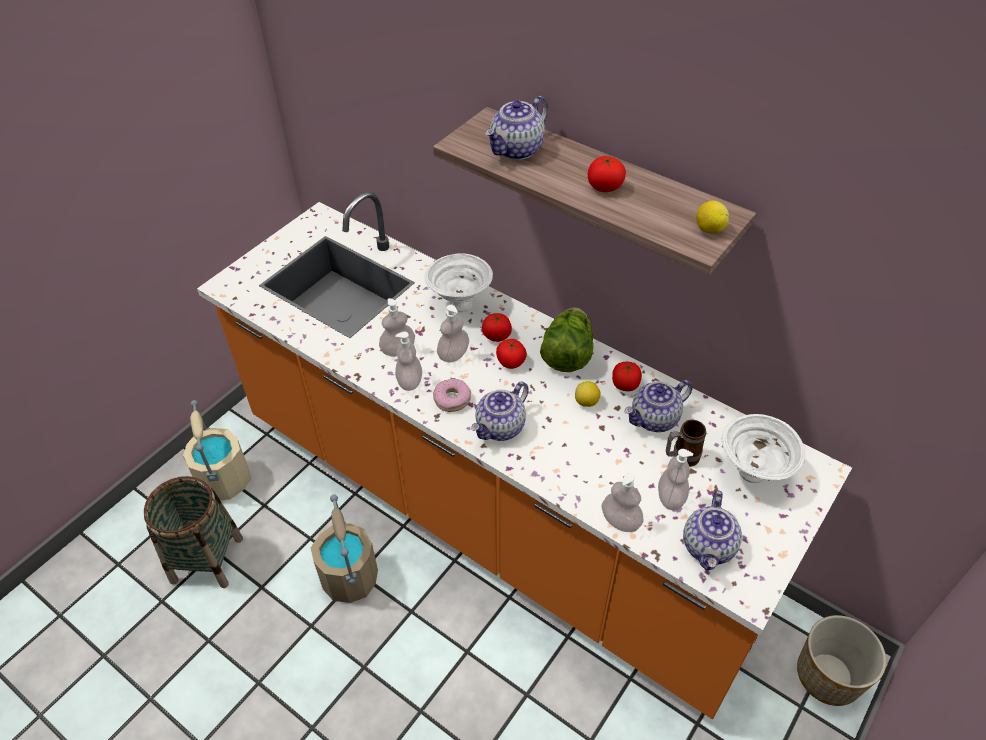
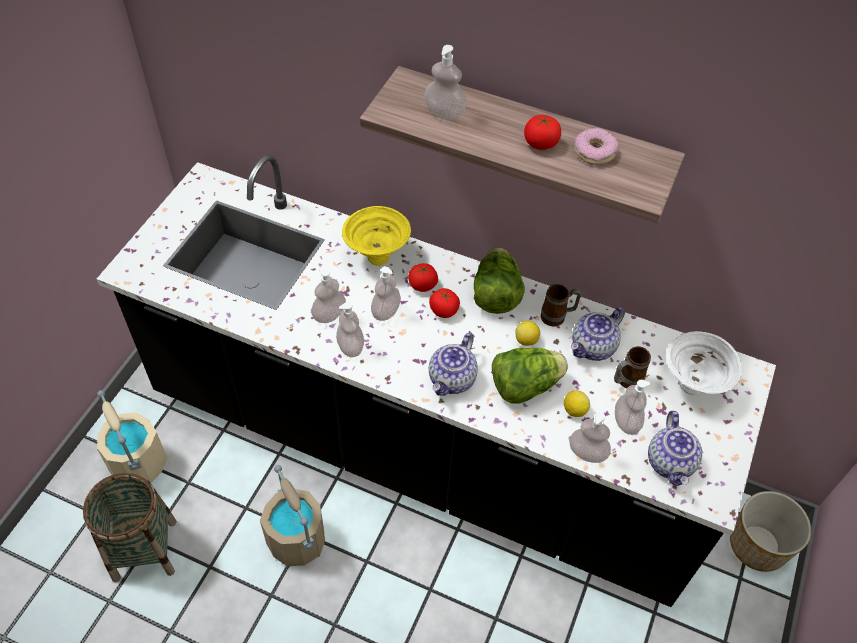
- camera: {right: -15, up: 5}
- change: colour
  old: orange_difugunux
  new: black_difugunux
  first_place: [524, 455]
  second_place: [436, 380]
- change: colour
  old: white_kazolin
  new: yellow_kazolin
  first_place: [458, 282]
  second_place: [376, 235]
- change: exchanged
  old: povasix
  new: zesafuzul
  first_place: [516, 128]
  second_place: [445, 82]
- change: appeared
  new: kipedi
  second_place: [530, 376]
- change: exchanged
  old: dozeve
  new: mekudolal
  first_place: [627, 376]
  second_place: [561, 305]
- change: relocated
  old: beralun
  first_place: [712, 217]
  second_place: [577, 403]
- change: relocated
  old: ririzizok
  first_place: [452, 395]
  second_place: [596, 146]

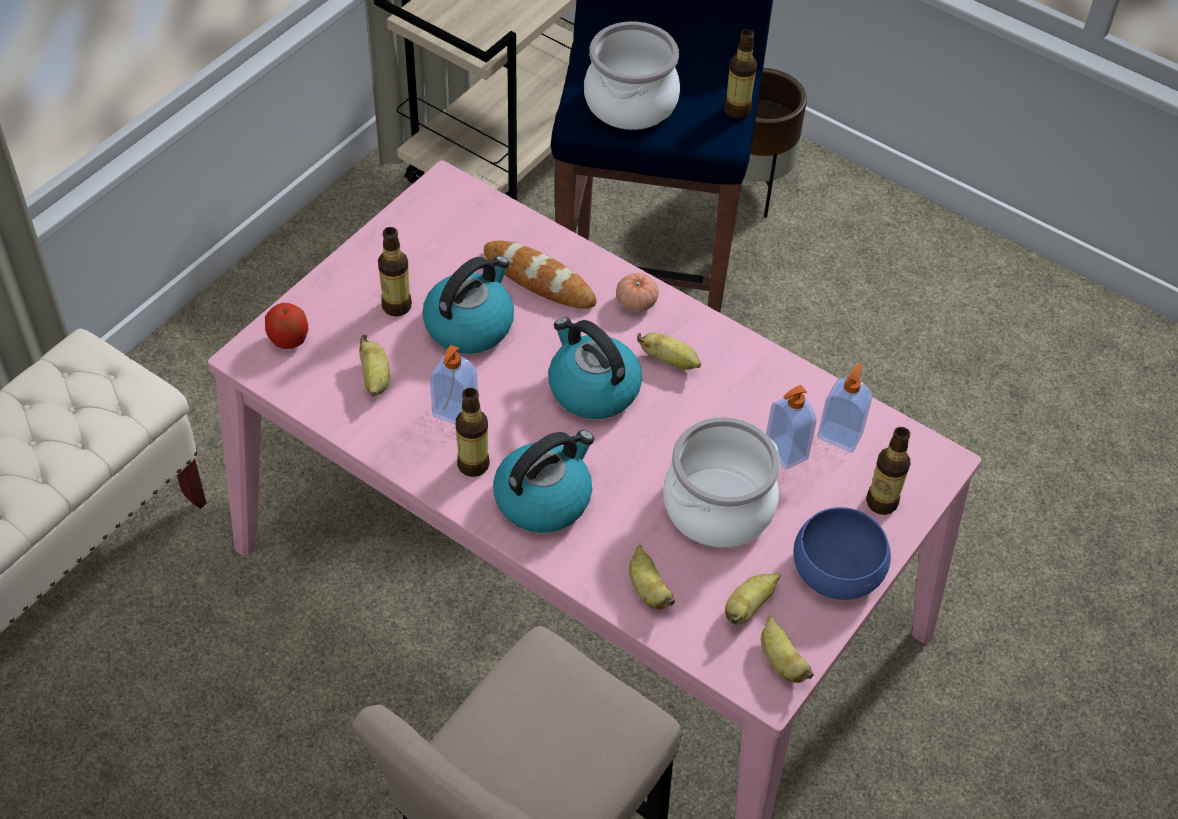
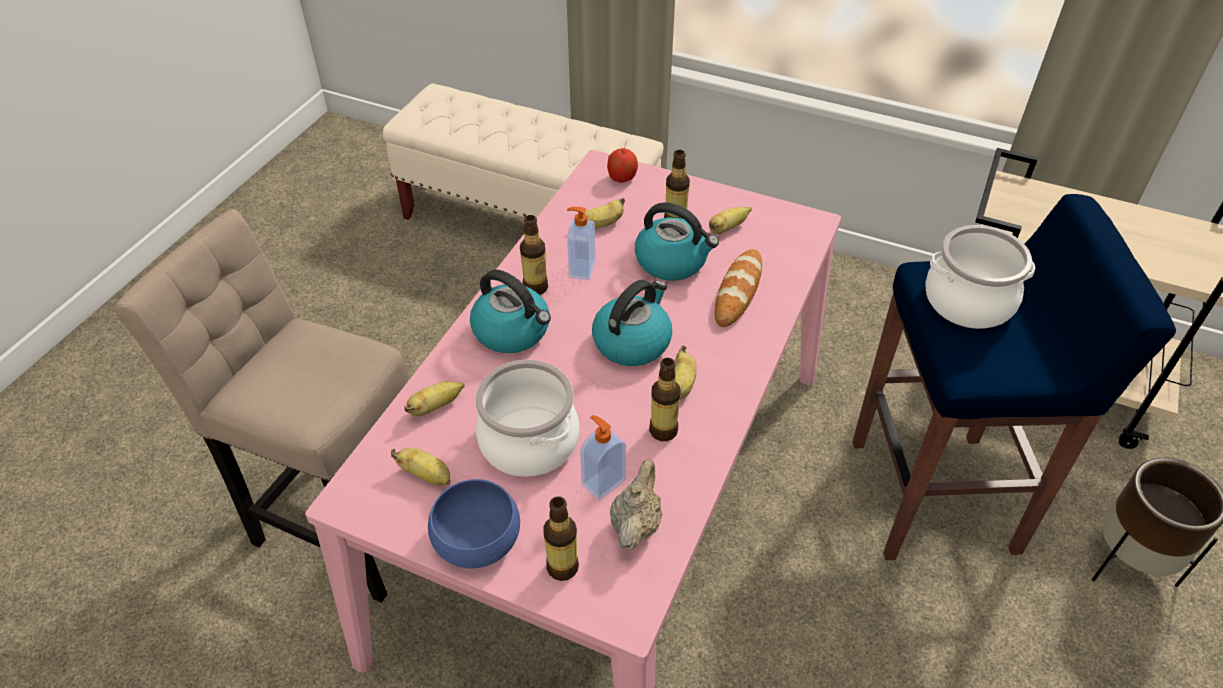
- camera: {right: 80, up: -5}
- change: exchanged
  old: zesafuzul
  new: beige_povasix
  first_place: [844, 407]
  second_place: [636, 504]
- change: relocated
  old: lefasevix
  first_place: [740, 73]
  second_place: [665, 399]
- change: relocated
  old: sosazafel
  first_place: [787, 649]
  second_place: [730, 220]
- change: missing
  old: dozeve
  first_place: [637, 292]

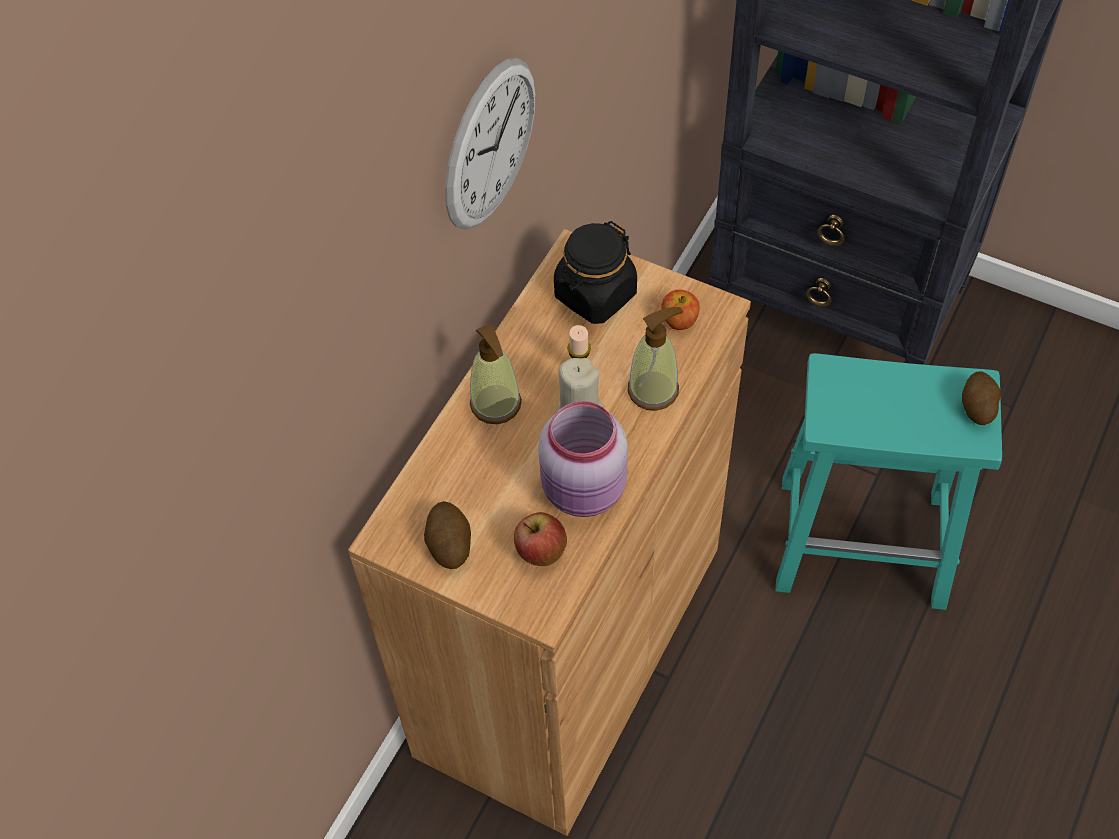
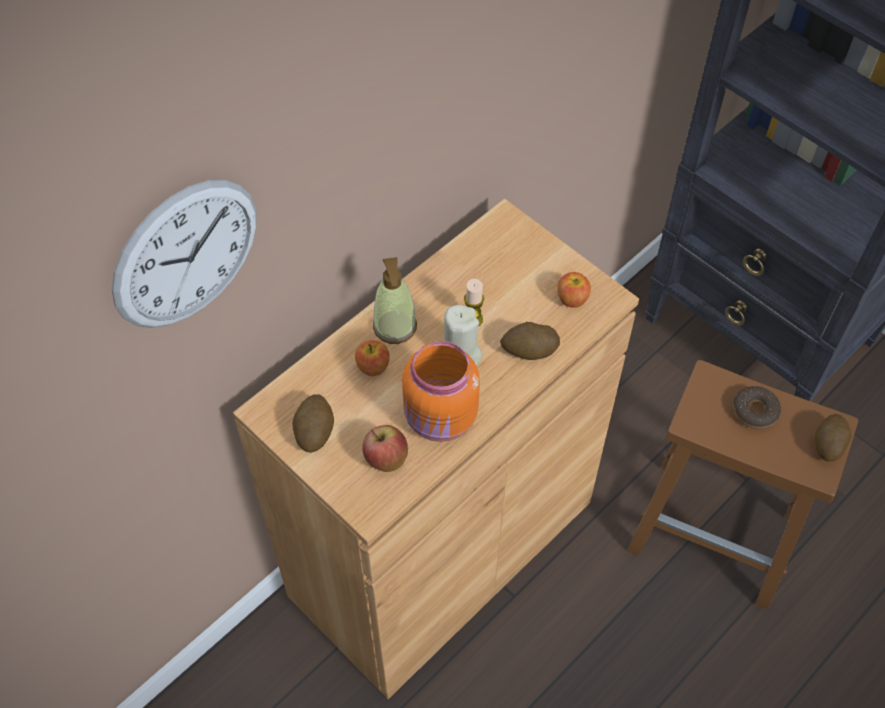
- camera: {right: 15, up: 0}
- change: relocated
  old: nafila
  first_place: [490, 144]
  second_place: [184, 254]
- change: appeared
  new: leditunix
  second_place: [372, 358]
- change: colour
  old: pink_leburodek
  new: orange_leburodek
  first_place: [583, 459]
  second_place: [441, 391]
- change: exchanged
  old: zesafuzul
  new: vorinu
  first_place: [655, 359]
  second_place: [530, 341]
- change: colour
  old: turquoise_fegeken
  new: brown_fegeken
  first_place: [888, 481]
  second_place: [742, 485]
- change: appeared
  new: ririzizok
  second_place: [757, 407]
- change: missing
  old: black_leburodek
  first_place: [595, 272]

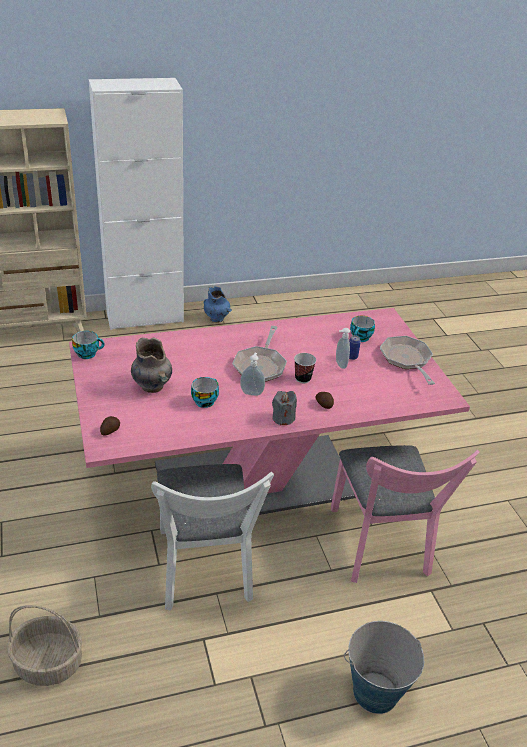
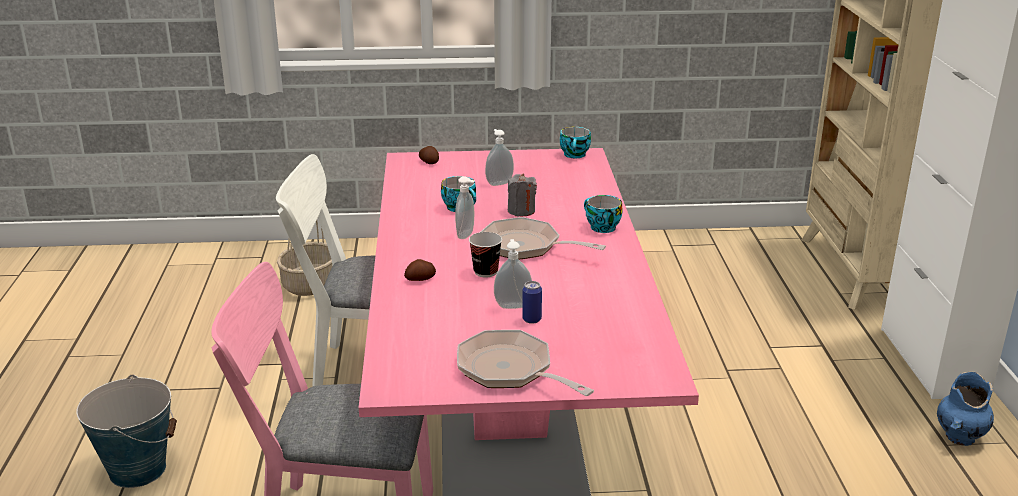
- camera: {right: 105, up: -10}
- change: spun
  old: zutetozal
  first_place: [407, 360]
  second_place: [525, 363]
  degrees: -135
- change: exchanged
  old: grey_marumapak
  new: zesafuzul
  first_place: [151, 365]
  second_place: [499, 157]
- change: relocated
  old: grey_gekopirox
  first_place: [284, 408]
  second_place: [522, 194]
- change: relocated
  old: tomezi
  first_place: [362, 329]
  second_place: [603, 214]

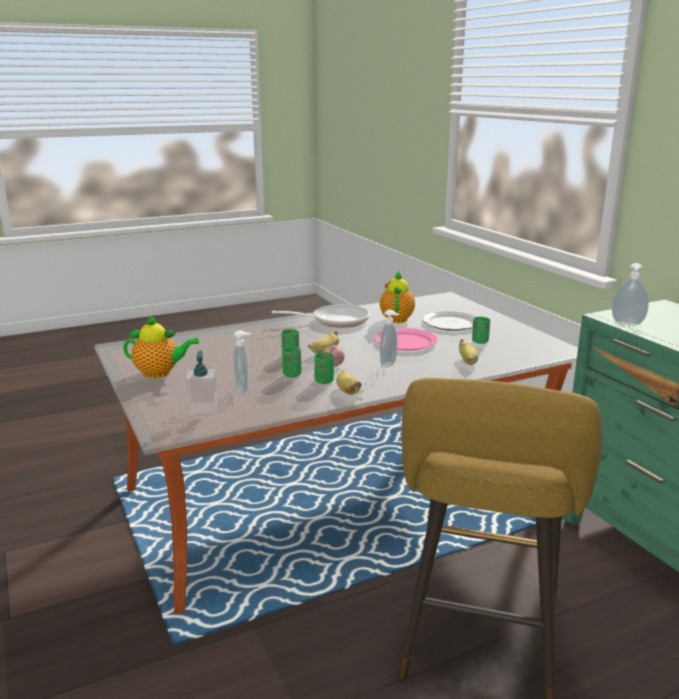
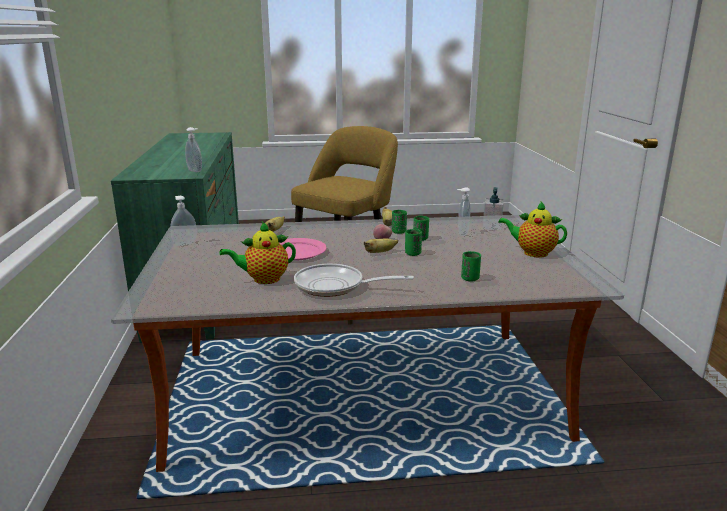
- camera: {right: -160, up: 0}
- change: relocated
  old: zesafuzul
  first_place: [389, 339]
  second_place: [183, 221]
- change: spun
  old: povasix
  first_place: [397, 297]
  second_place: [257, 253]
  degrees: 45
- change: relocated
  old: green_tomezi
  first_place: [481, 330]
  second_place: [471, 266]
- change: missing
  old: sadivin
  first_place: [448, 321]

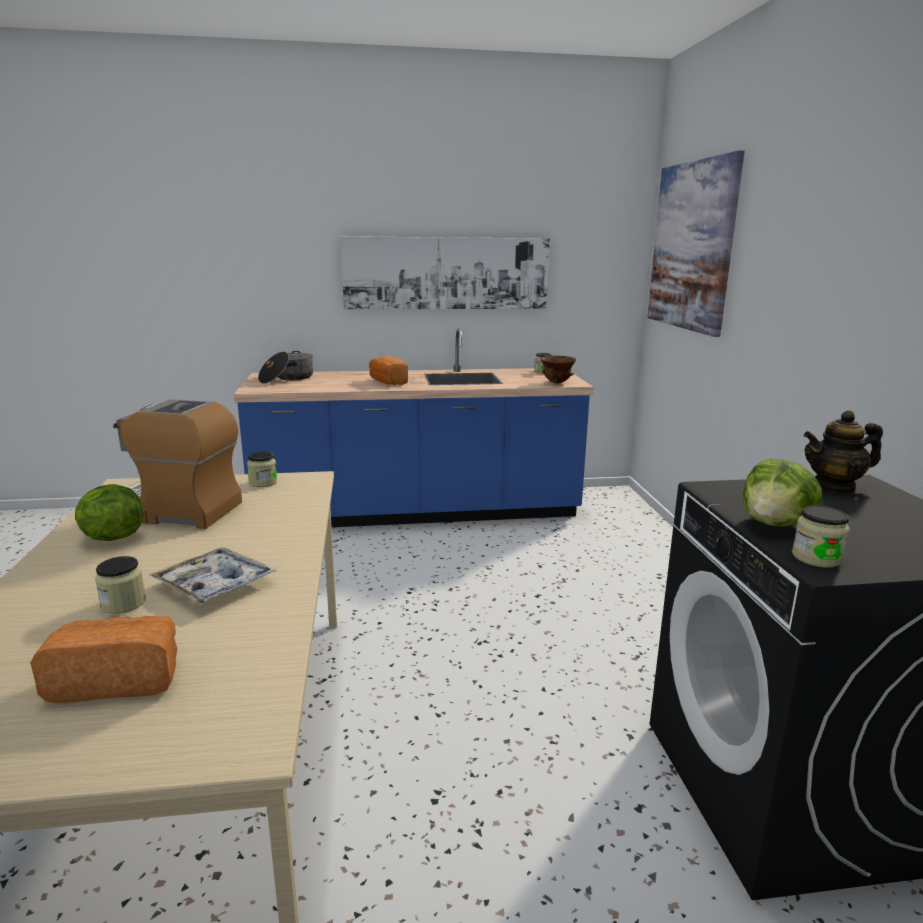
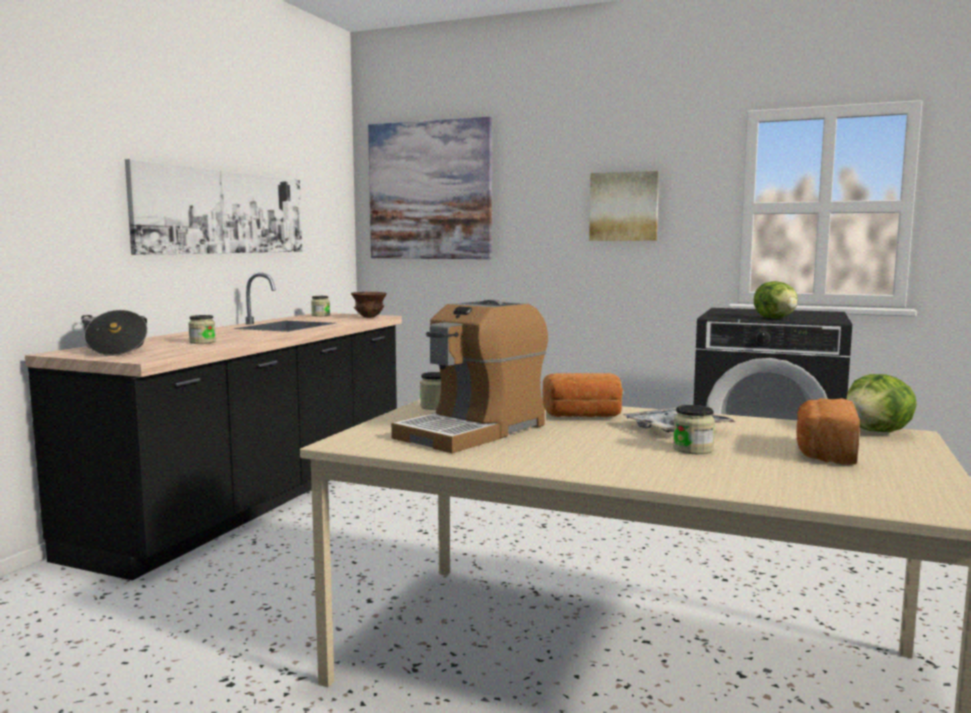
- camera: {right: -60, up: -10}
- change: colour
  old: blue_difugunux
  new: black_difugunux
  first_place: [414, 427]
  second_place: [213, 426]
- change: relocated
  old: leburodek
  first_place: [821, 536]
  second_place: [202, 329]
- change: relocated
  old: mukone
  first_place: [388, 370]
  second_place: [583, 395]
- change: appeared
  new: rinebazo
  second_place: [624, 206]
- change: relocated
  old: kipedi
  first_place: [109, 512]
  second_place: [881, 403]
- change: missing
  old: povasix
  first_place: [843, 452]

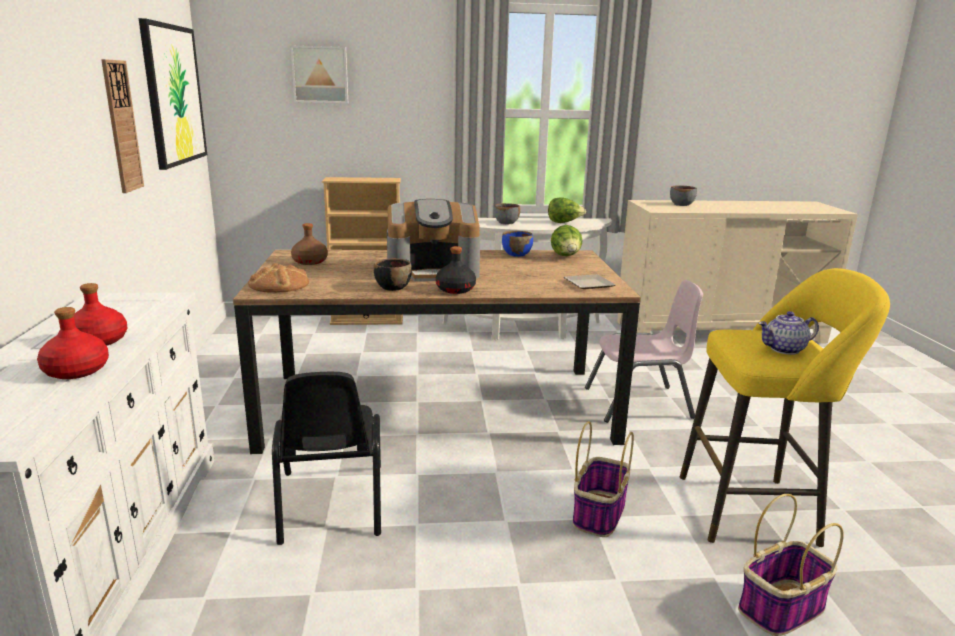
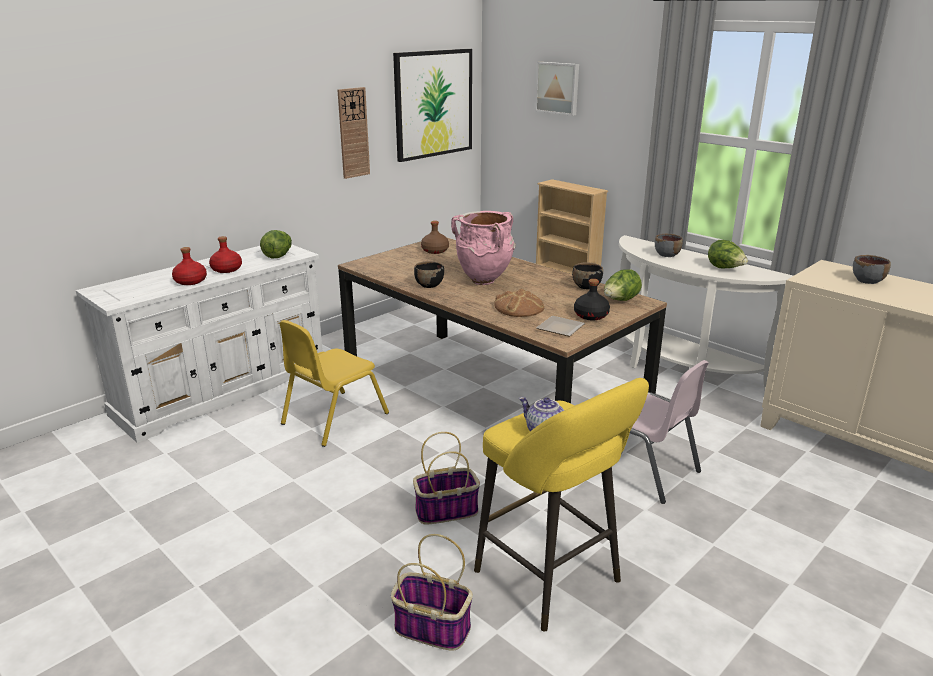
- camera: {right: 50, up: 5}
- change: appeared
  new: kipedi
  second_place: [276, 244]
- change: colour
  old: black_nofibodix
  new: yellow_nofibodix
  first_place: [326, 458]
  second_place: [334, 383]
- change: exchanged
  old: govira
  new: pink_marumapak
  first_place: [433, 240]
  second_place: [483, 248]
- change: relocated
  old: mukone
  first_place: [278, 278]
  second_place: [519, 303]
- change: colour
  old: blue_kazolin
  new: black_kazolin
  first_place: [517, 244]
  second_place: [587, 275]
- change: relocated
  old: black_lefasevix
  first_place: [456, 270]
  second_place: [592, 299]

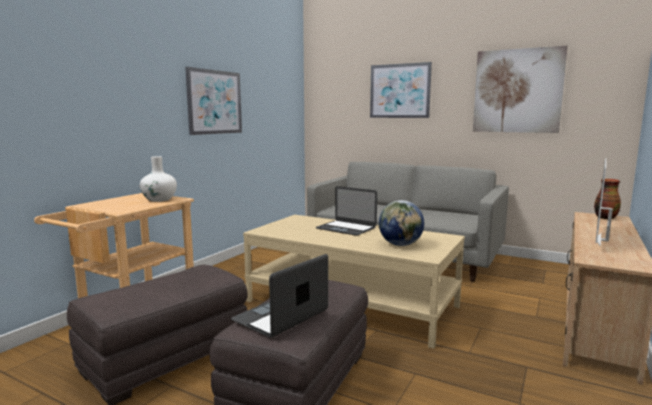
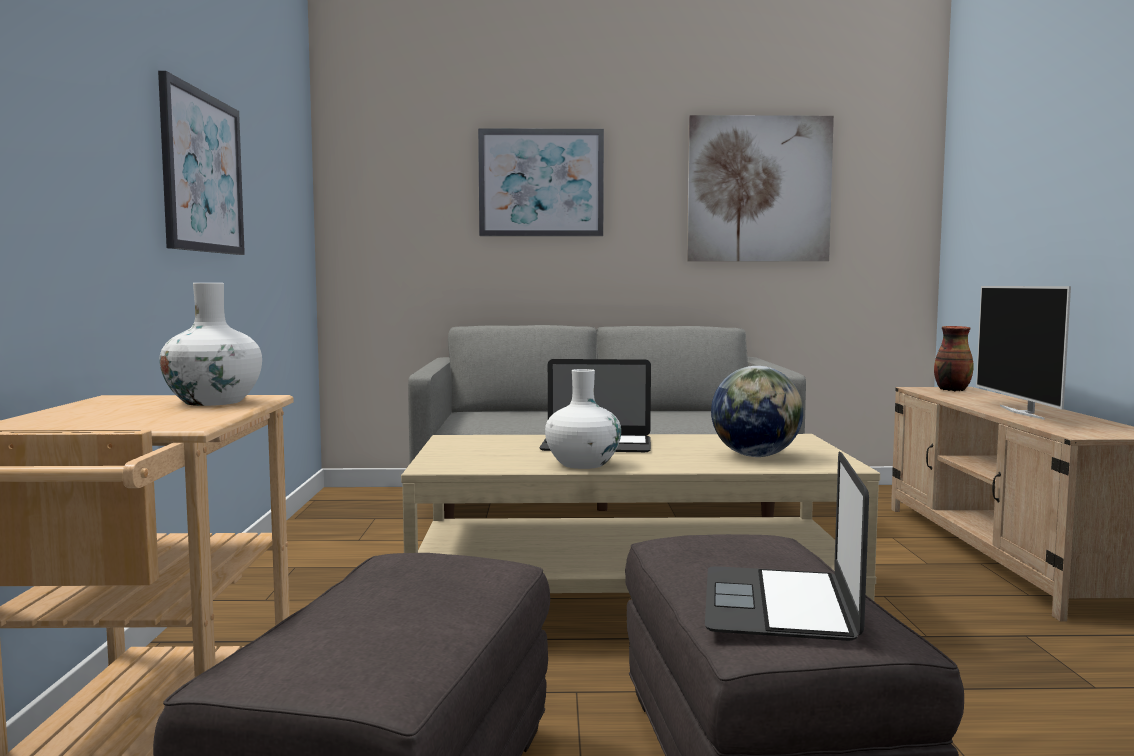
- camera: {right: -30, up: -5}
- change: appeared
  new: white_marumapak
  second_place: [583, 419]

